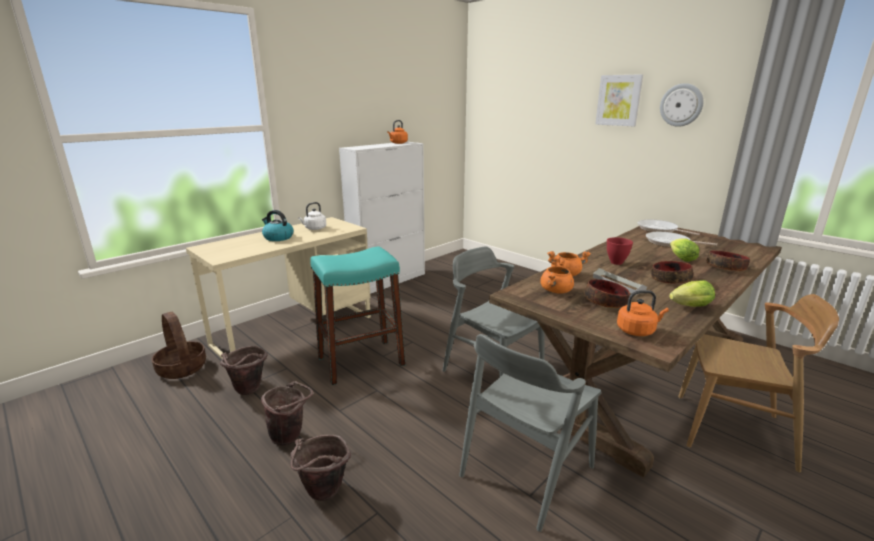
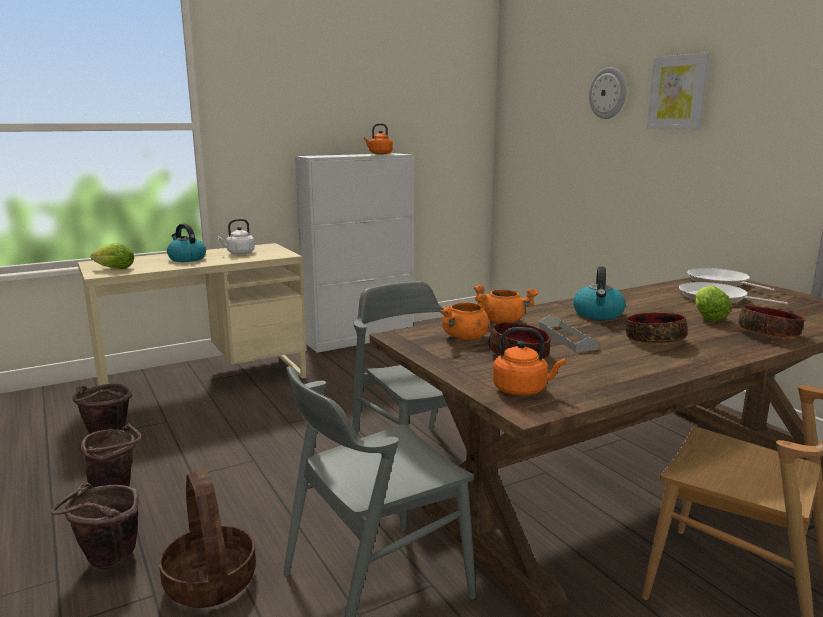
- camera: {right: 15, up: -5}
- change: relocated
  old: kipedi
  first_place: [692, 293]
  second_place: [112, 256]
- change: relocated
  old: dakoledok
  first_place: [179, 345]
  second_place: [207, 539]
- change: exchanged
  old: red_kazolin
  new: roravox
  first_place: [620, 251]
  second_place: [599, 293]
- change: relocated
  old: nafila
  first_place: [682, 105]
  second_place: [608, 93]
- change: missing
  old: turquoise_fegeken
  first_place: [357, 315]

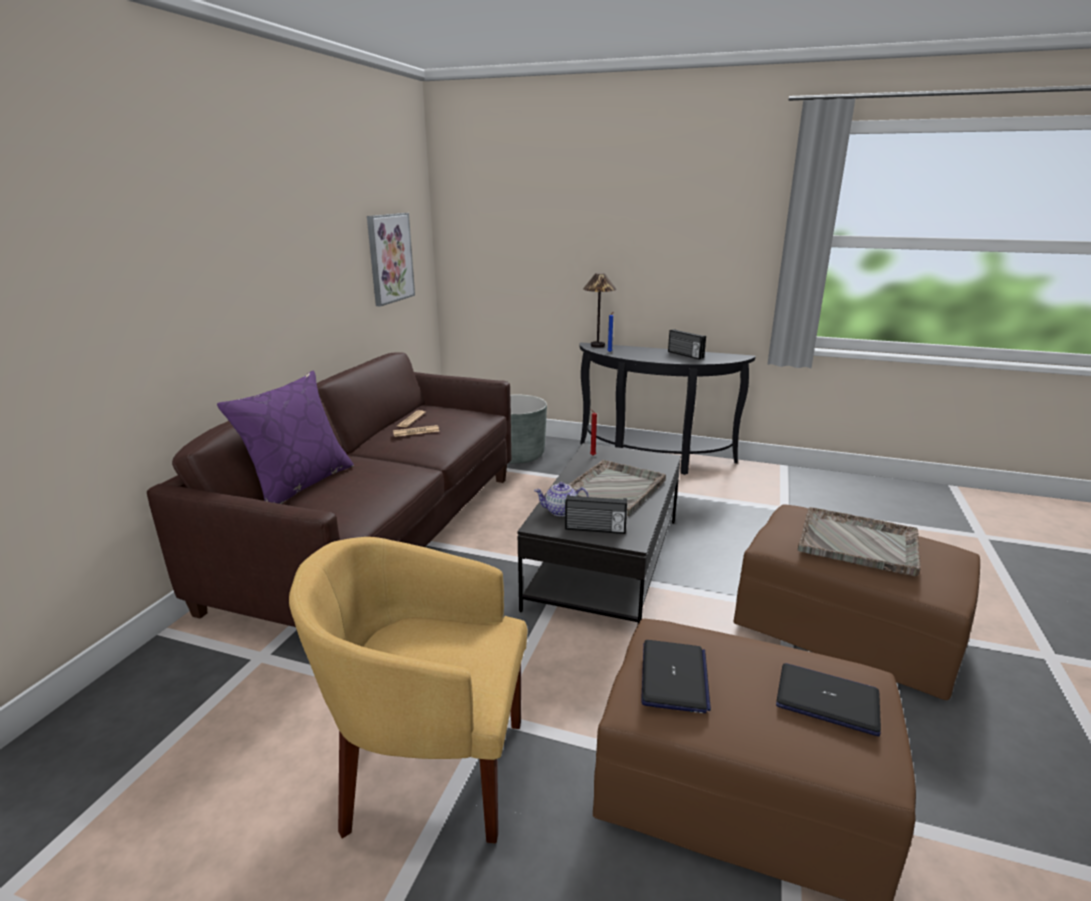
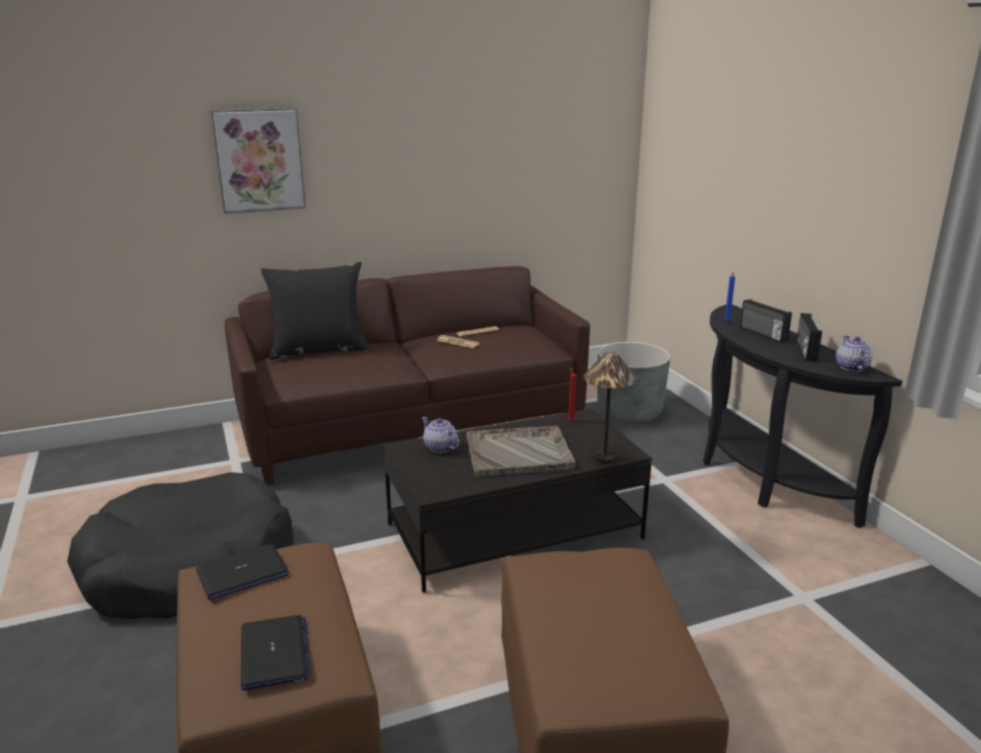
- camera: {right: 50, up: 0}
- change: exchanged
  old: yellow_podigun
  new: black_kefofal
  first_place: [408, 690]
  second_place: [180, 545]
- change: relocated
  old: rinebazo
  first_place: [391, 260]
  second_place: [258, 160]
- change: colour
  old: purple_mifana
  new: black_mifana
  first_place: [285, 437]
  second_place: [315, 311]
- change: relocated
  old: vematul
  first_place: [599, 310]
  second_place: [610, 408]
- change: relocated
  old: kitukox
  first_place: [596, 514]
  second_place: [766, 321]
- change: appeared
  new: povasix
  second_place: [854, 353]
- change: missing
  old: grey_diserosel
  first_place: [859, 542]

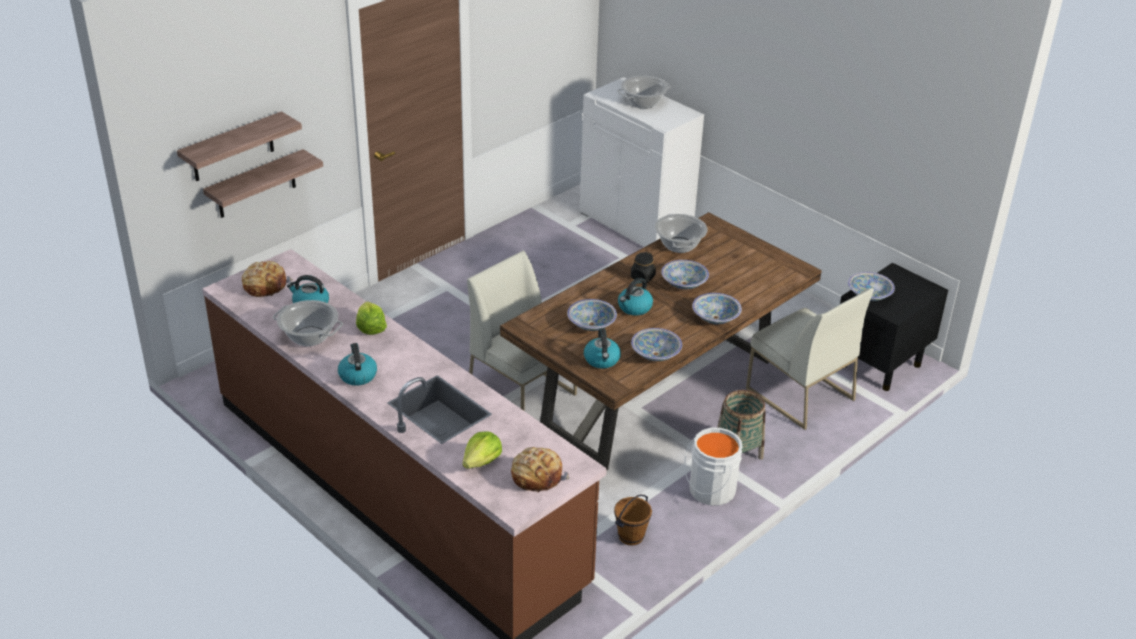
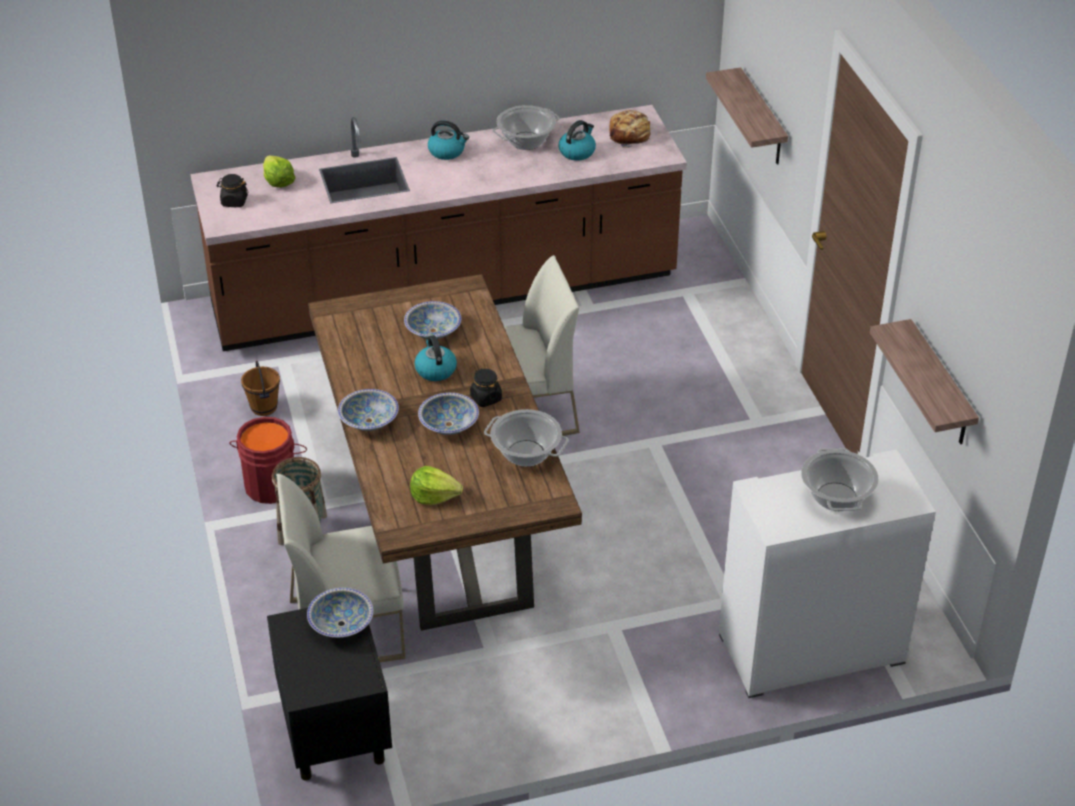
- camera: {right: 120, up: 5}
- change: exchanged
  old: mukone
  new: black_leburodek
  first_place: [540, 470]
  second_place: [233, 190]
- change: colour
  old: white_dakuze
  new: red_dakuze
  first_place: [713, 467]
  second_place: [268, 460]
- change: relocated
  old: kipedi
  first_place: [371, 318]
  second_place: [436, 485]
- change: relocated
  old: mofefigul
  first_place: [239, 146]
  second_place: [924, 381]
- change: missing
  old: roravox
  first_place: [602, 348]
- change: missing
  old: kazolin
  first_place: [656, 344]

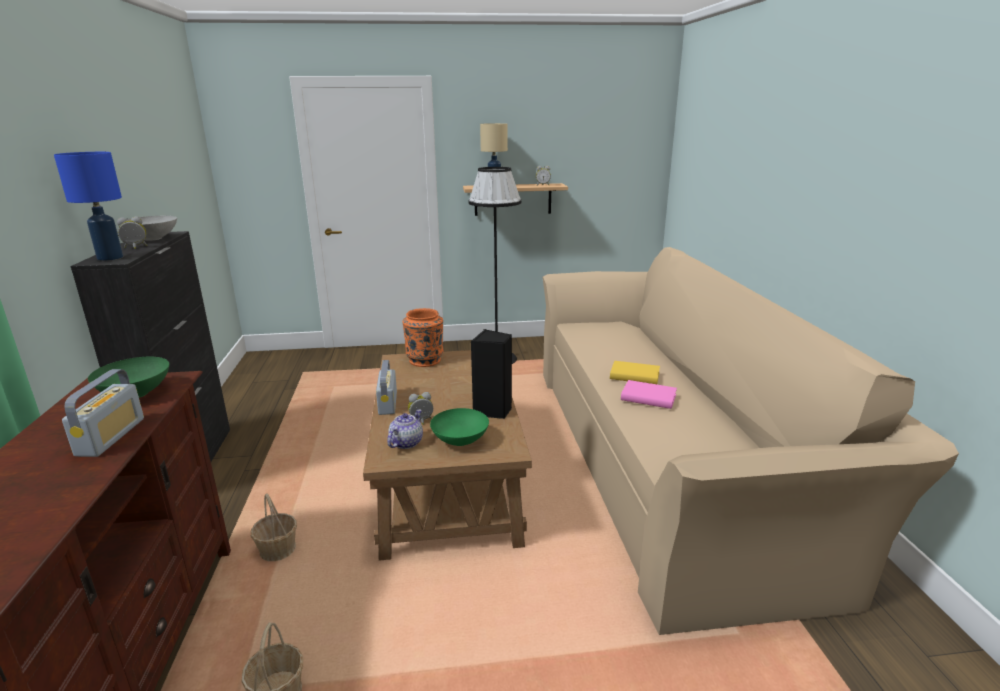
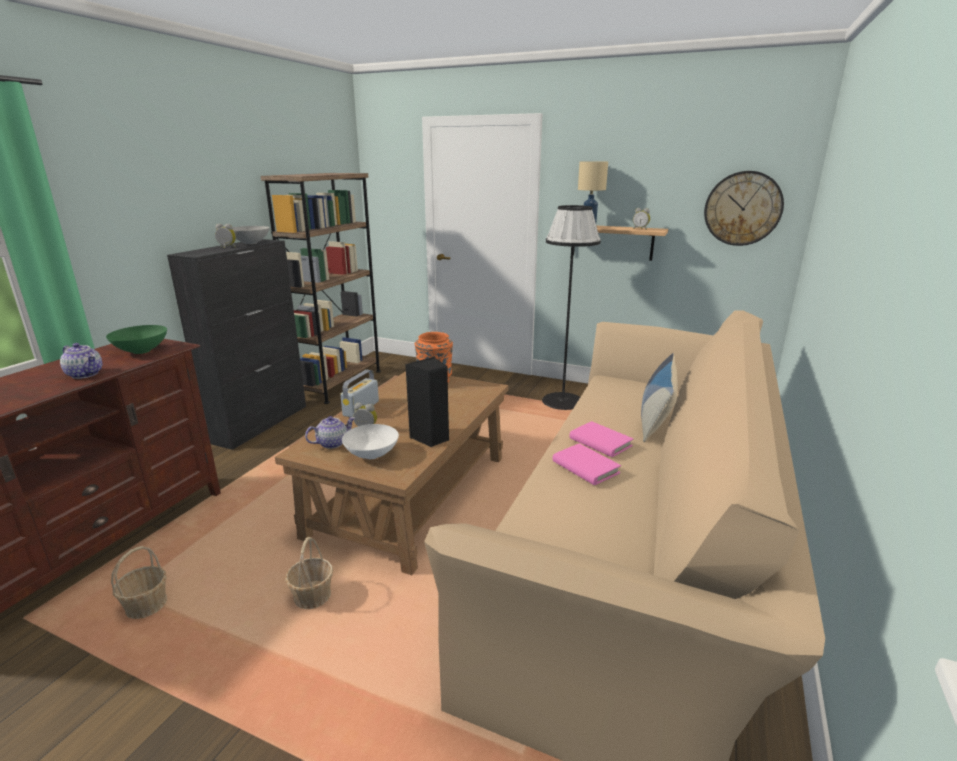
- camera: {right: 30, up: 0}
- change: exchanged
  old: kitukox
  new: povasix
  first_place: [103, 413]
  second_place: [81, 361]
- change: appeared
  new: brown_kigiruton
  second_place: [321, 288]
- change: relocated
  old: dakoledok
  first_place: [274, 527]
  second_place: [309, 573]
- change: colour
  old: green_kazolin
  new: white_kazolin
  first_place: [459, 427]
  second_place: [370, 441]
- change: colour
  old: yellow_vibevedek
  new: pink_vibevedek
  first_place: [635, 372]
  second_place: [601, 439]
- change: appeared
  new: mifana
  second_place: [659, 397]
- change: appeared
  new: nafila
  second_place: [744, 208]
- change: missing
  old: blue_vematul
  first_place: [88, 206]

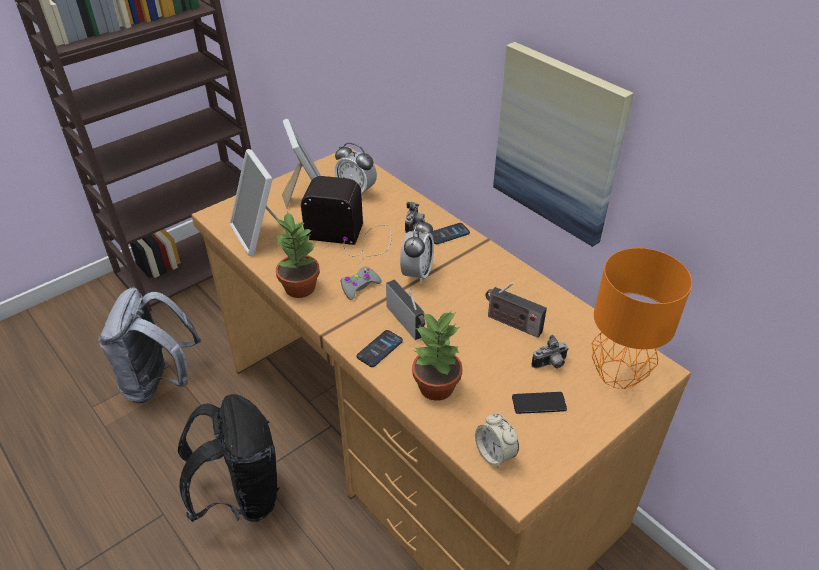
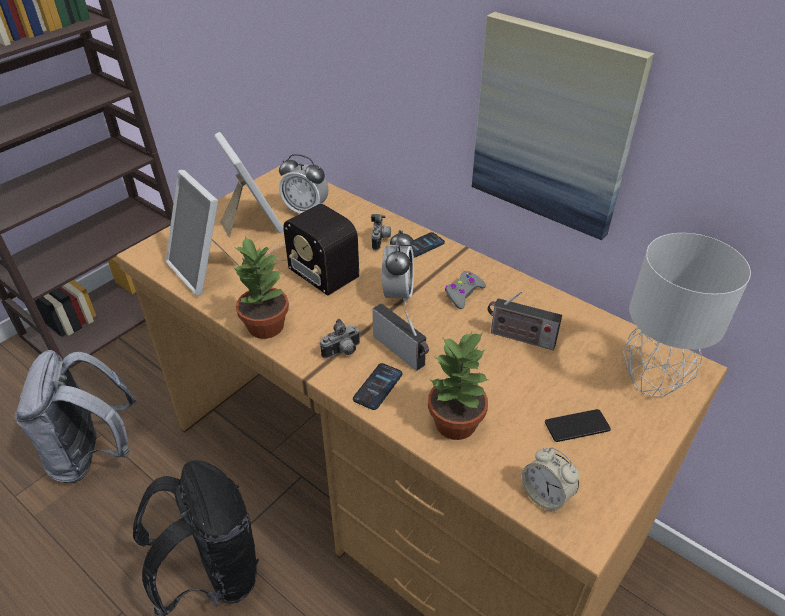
- camera: {right: -10, up: 0}
- change: spun
  old: kitukox
  first_place: [346, 220]
  second_place: [314, 249]
  degrees: -135
- change: relocated
  old: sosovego
  first_place: [550, 351]
  second_place: [340, 338]
- change: relocated
  old: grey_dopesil
  first_place: [361, 283]
  second_place: [465, 290]
- change: colour
  old: orange_vematul
  new: grey_vematul
  first_place: [642, 318]
  second_place: [686, 314]

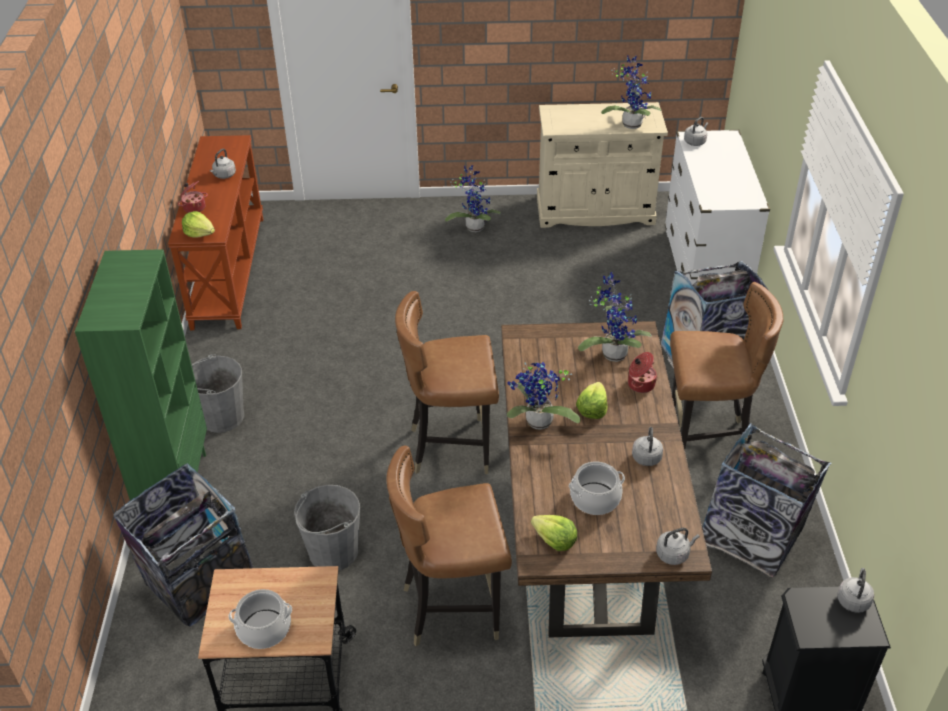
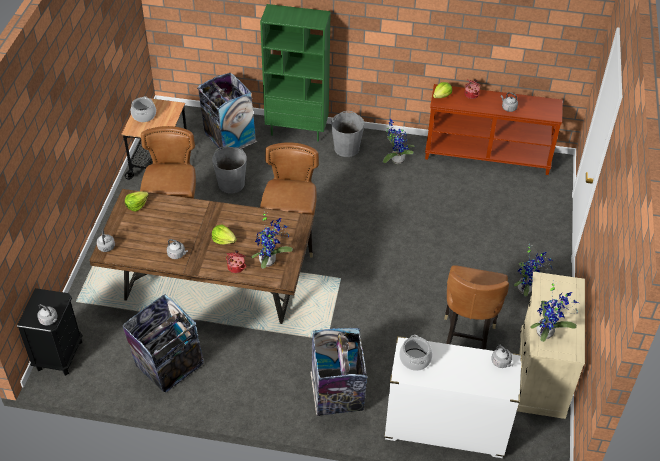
- camera: {right: 100, up: 5}
- change: relocated
  old: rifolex
  first_place: [544, 395]
  second_place: [399, 141]
- change: relocated
  old: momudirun
  first_place: [597, 488]
  second_place: [415, 353]
- change: relocated
  old: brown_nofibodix
  first_place: [726, 365]
  second_place: [476, 307]

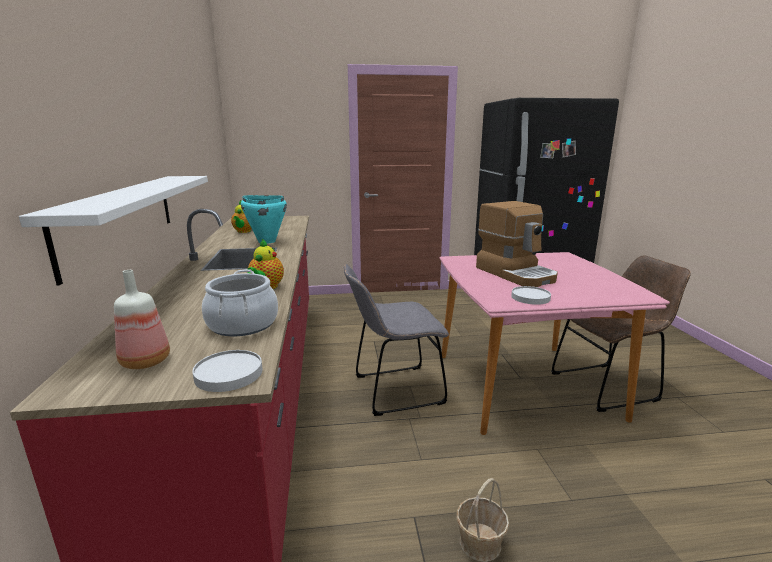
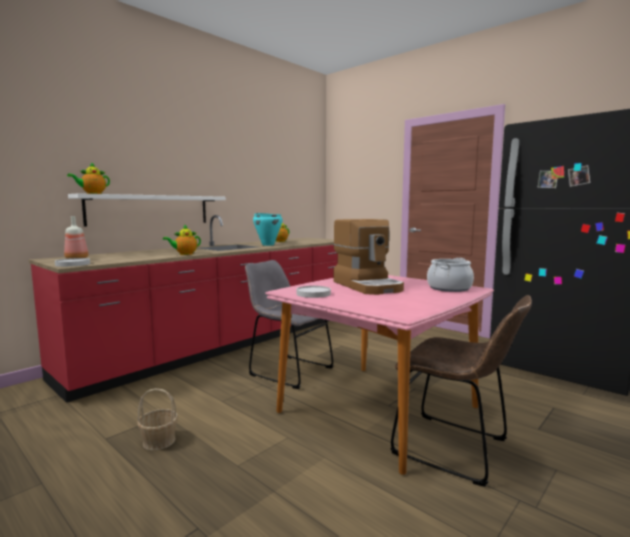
- camera: {right: 50, up: -10}
- change: appeared
  new: povasix
  second_place: [88, 178]
- change: spun
  old: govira
  first_place: [517, 244]
  second_place: [369, 257]
  degrees: -45
- change: relocated
  old: momudirun
  first_place: [240, 302]
  second_place: [450, 275]

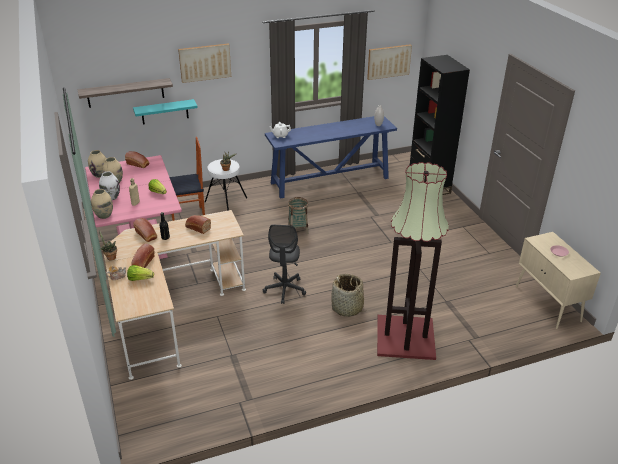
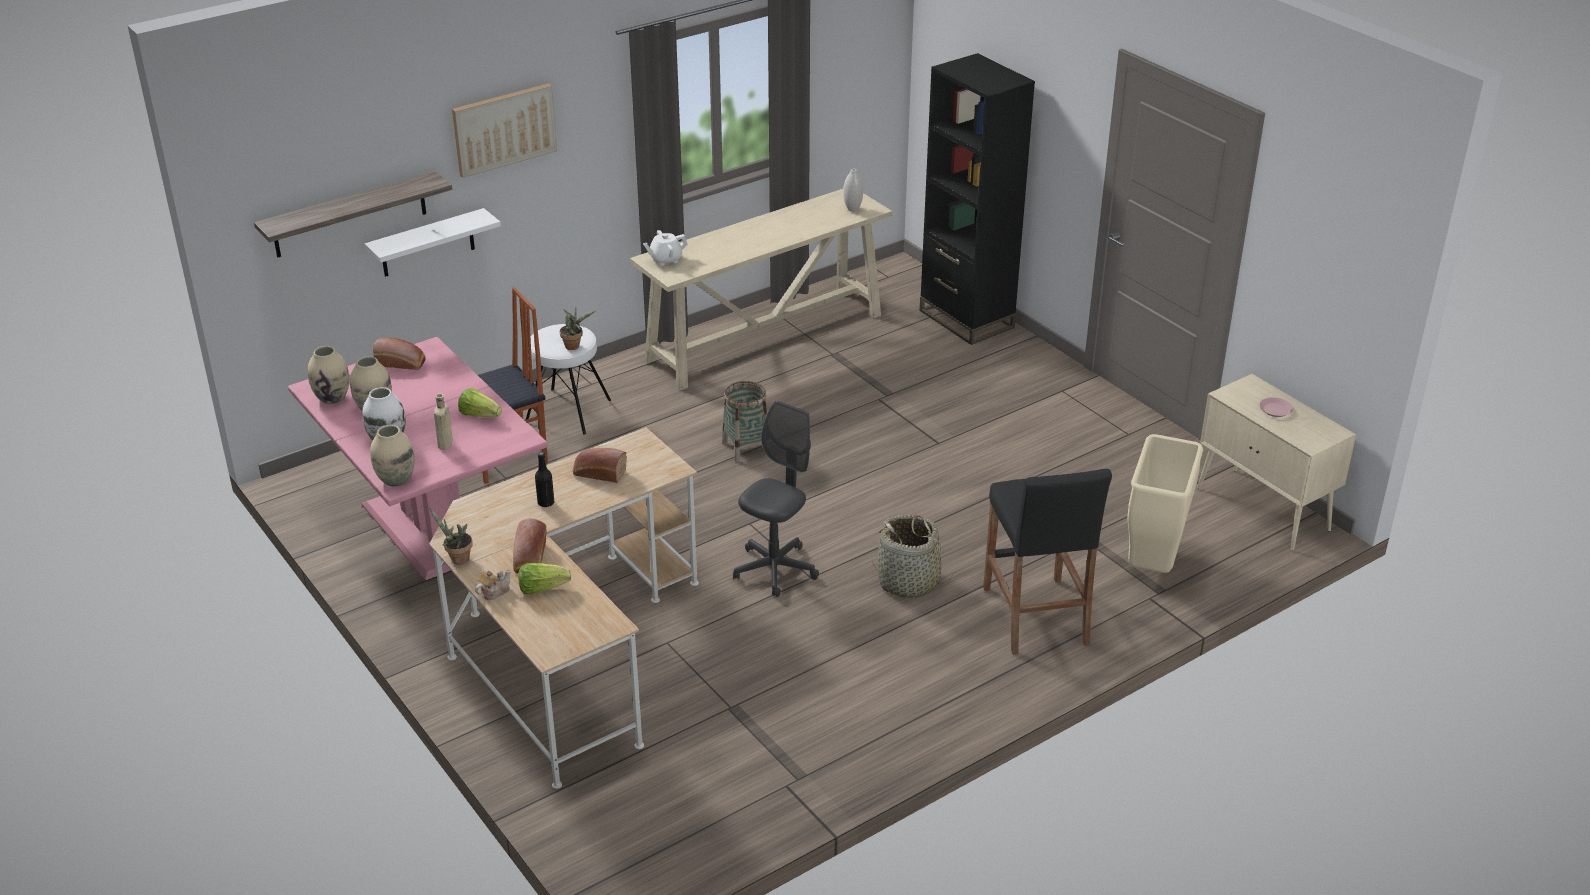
- camera: {right: -15, up: 0}
- change: colour
  old: turquoise_mofefigul
  new: white_mofefigul
  first_place: [165, 112]
  second_place: [432, 242]
- change: colour
  old: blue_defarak
  new: beige_defarak
  first_place: [331, 157]
  second_place: [761, 289]
- change: spun
  old: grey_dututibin
  first_place: [284, 264]
  second_place: [776, 499]
  degrees: -135
- change: exchanged
  old: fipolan
  new: black_fegeken
  first_place: [413, 261]
  second_place: [1047, 562]
- change: appeared
  new: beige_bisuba
  second_place: [1165, 503]
- change: missing
  old: mukone
  first_place: [145, 230]
- change: missing
  old: rinebazo
  first_place: [389, 62]

